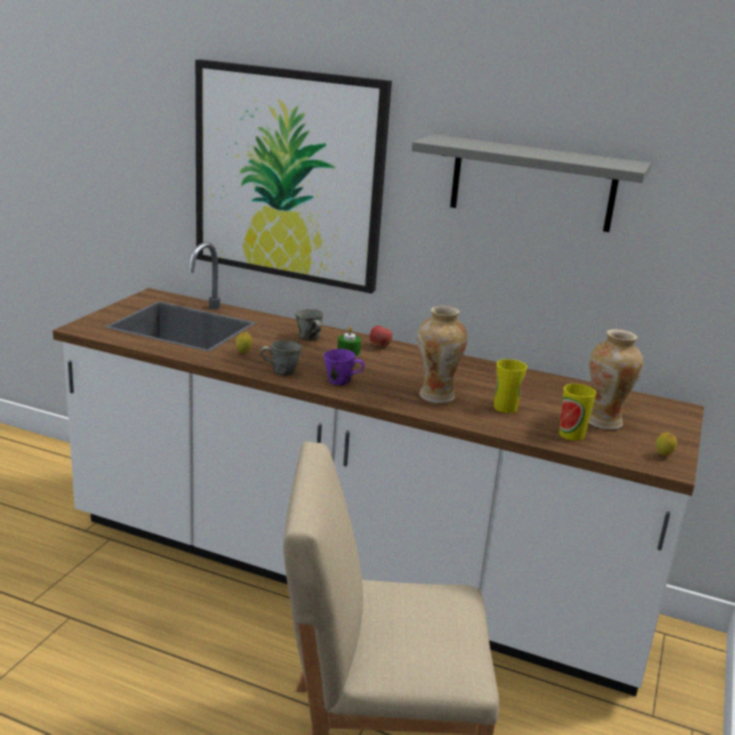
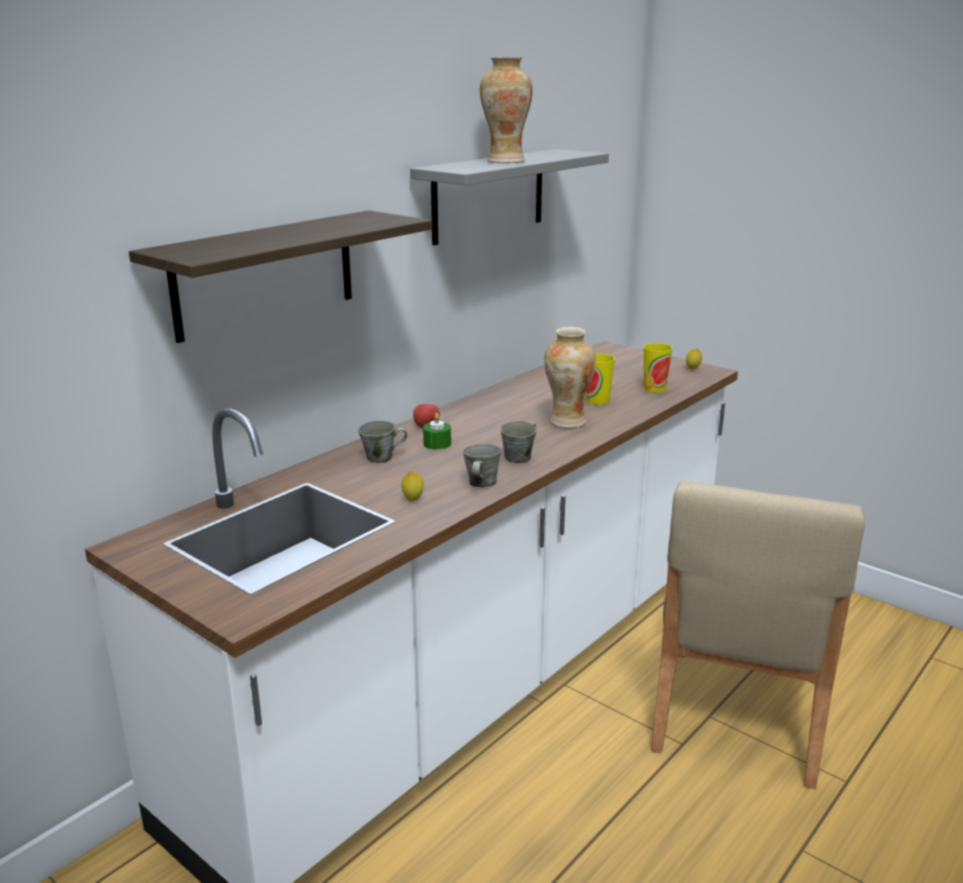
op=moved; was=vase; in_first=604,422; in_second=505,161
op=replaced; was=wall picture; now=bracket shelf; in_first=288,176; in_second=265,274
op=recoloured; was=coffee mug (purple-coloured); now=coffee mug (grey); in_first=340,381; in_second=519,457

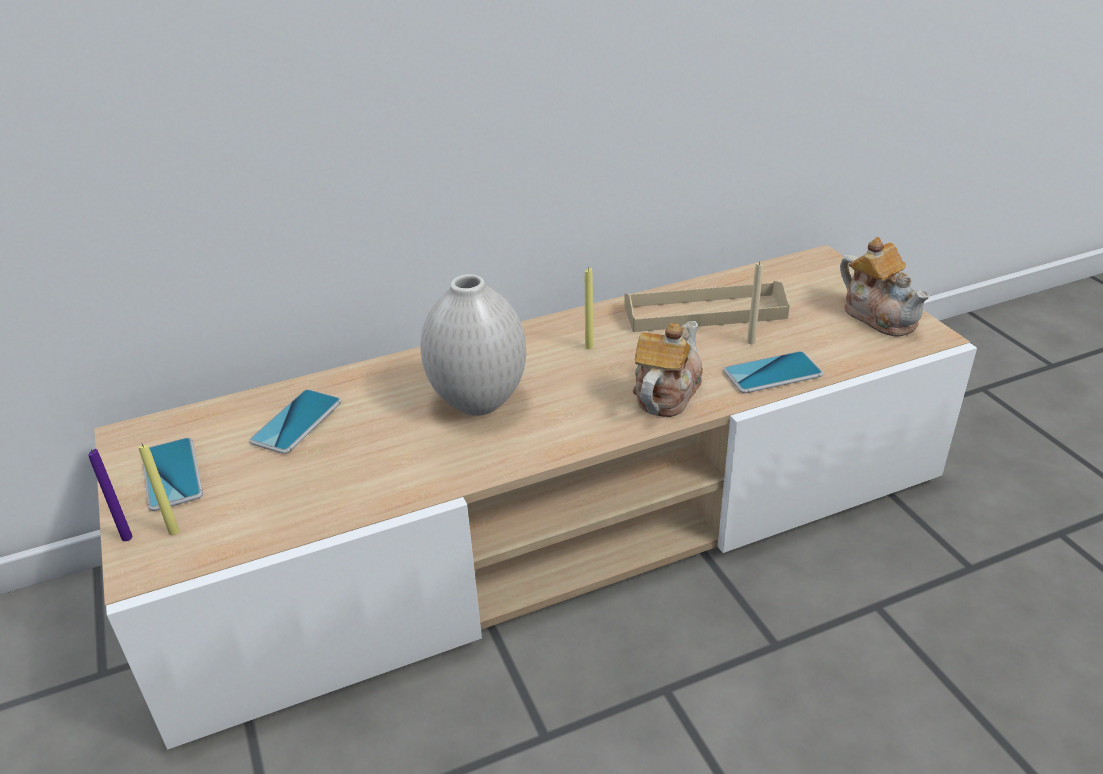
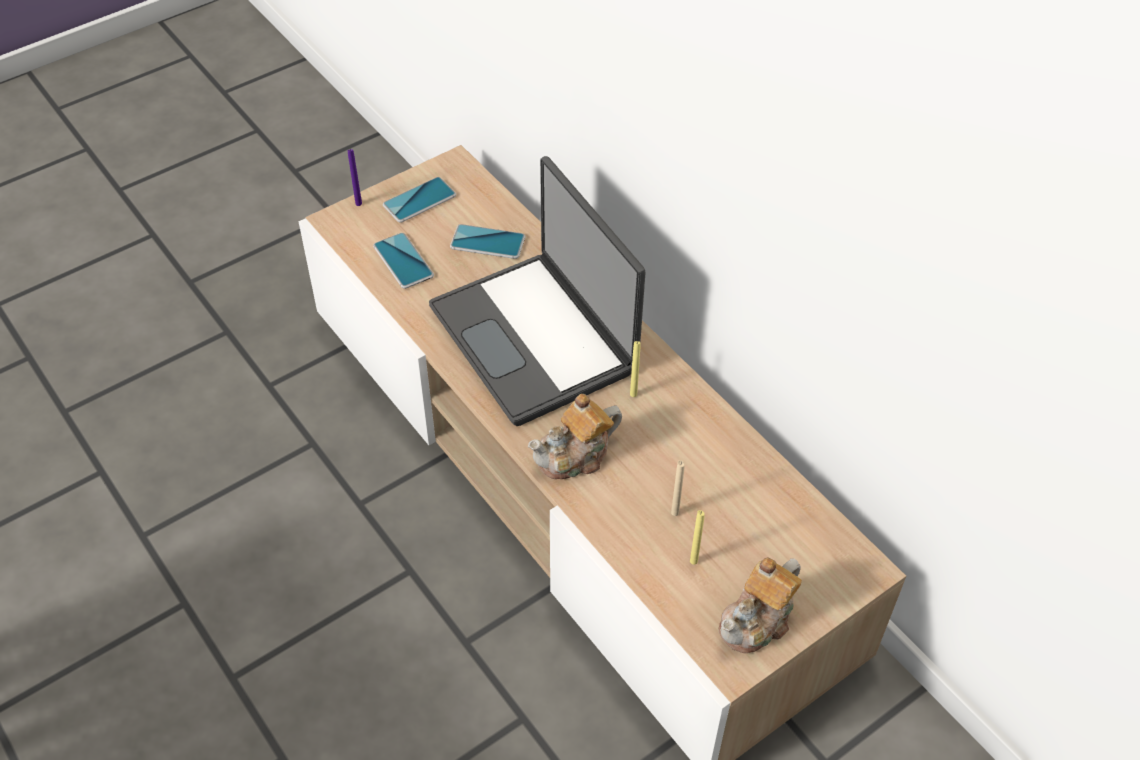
op=removed; was=carrying tray (beige-coloured); in_first=704,312
op=moved; was=candle (yellow); in_first=174,532; in_second=693,561
op=moved; was=handset; in_first=772,373; in_second=403,261
op=replaced; was=vase (white-coloured); now=portable computer; in_first=479,402; in_second=536,338
op=turned; was=pot for tea; in_first=665,393; in_second=575,456; clockwise=135

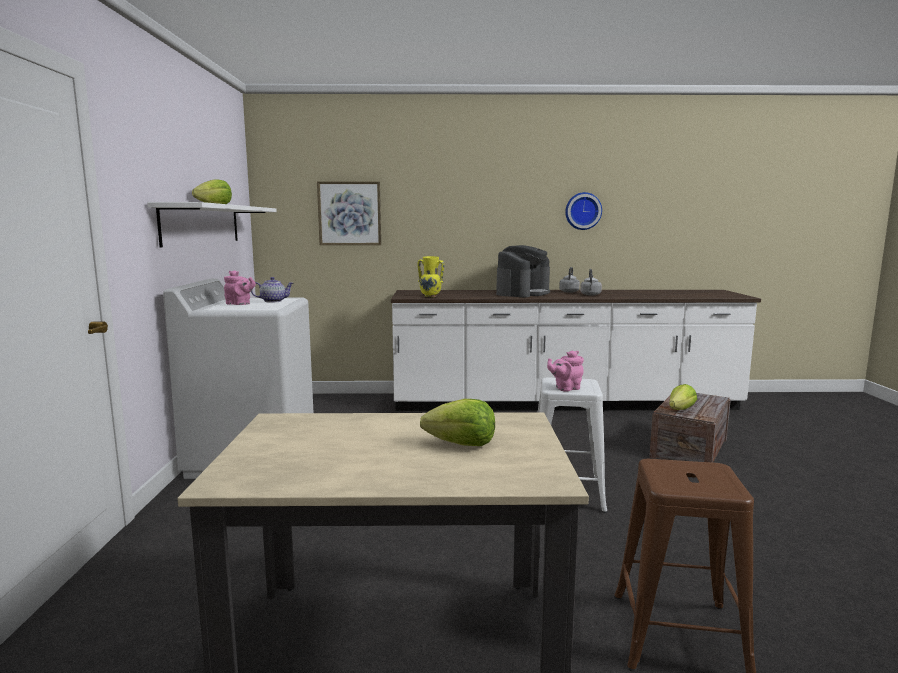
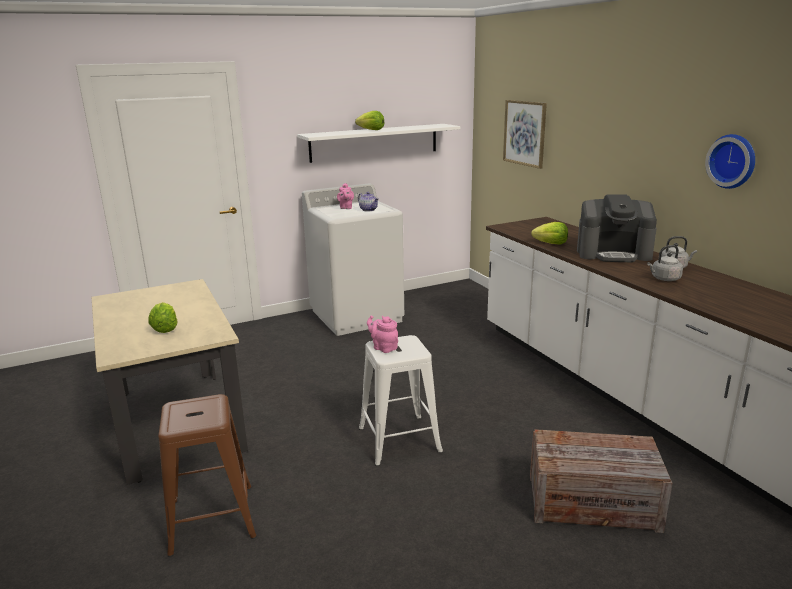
op=removed; was=vase (yellow); in_first=430,296
op=moved; was=head of lettuce; in_first=680,410; in_second=551,244

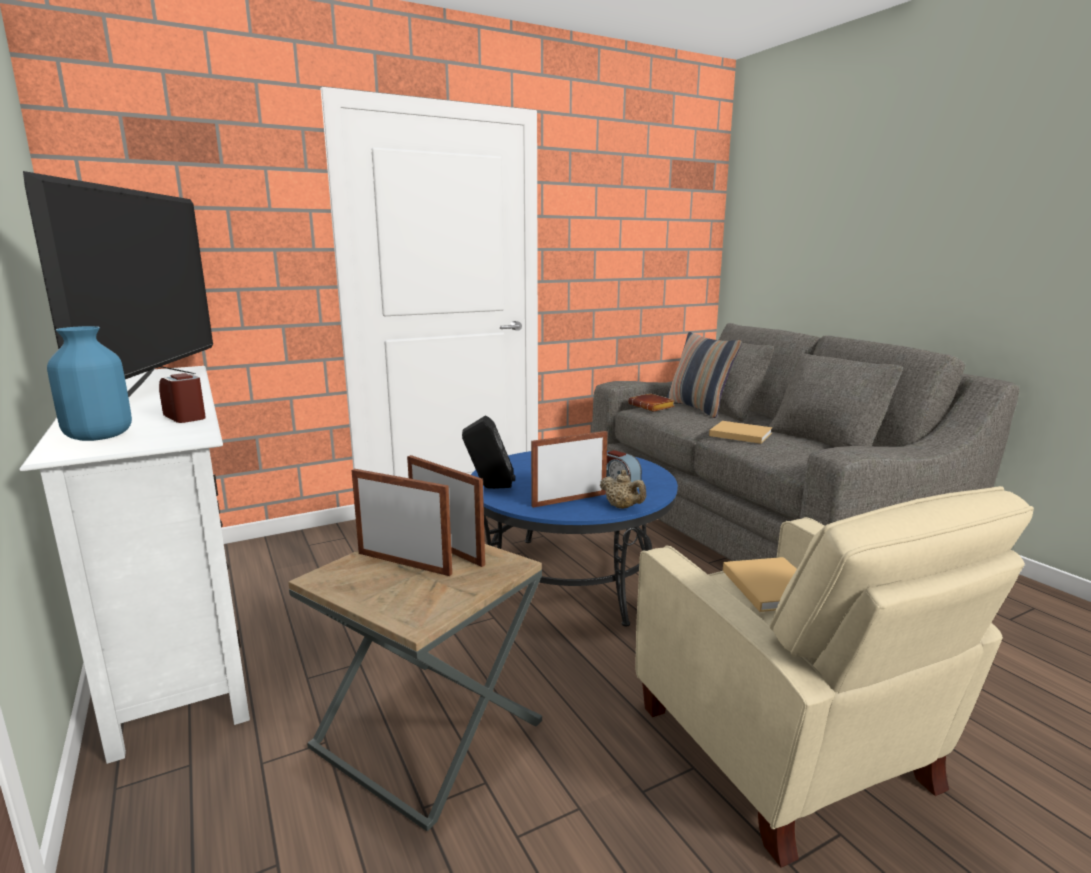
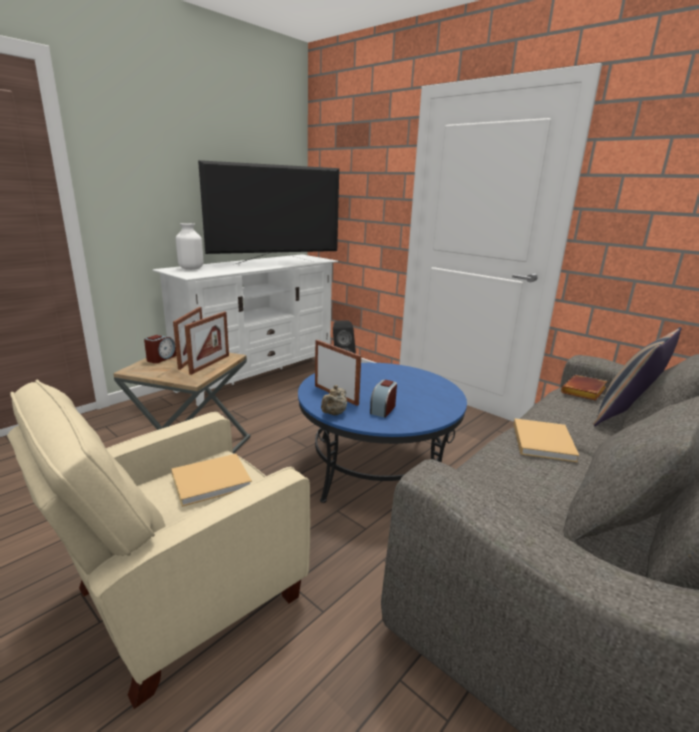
op=moved; was=alarm clock; in_first=185,417; in_second=161,358
op=recoloured; was=vase (blue); now=vase (white-coloured); in_first=100,436; in_second=191,268

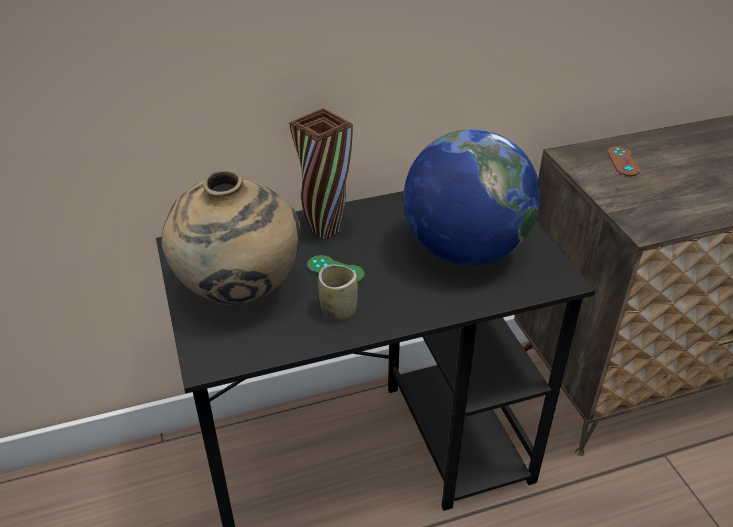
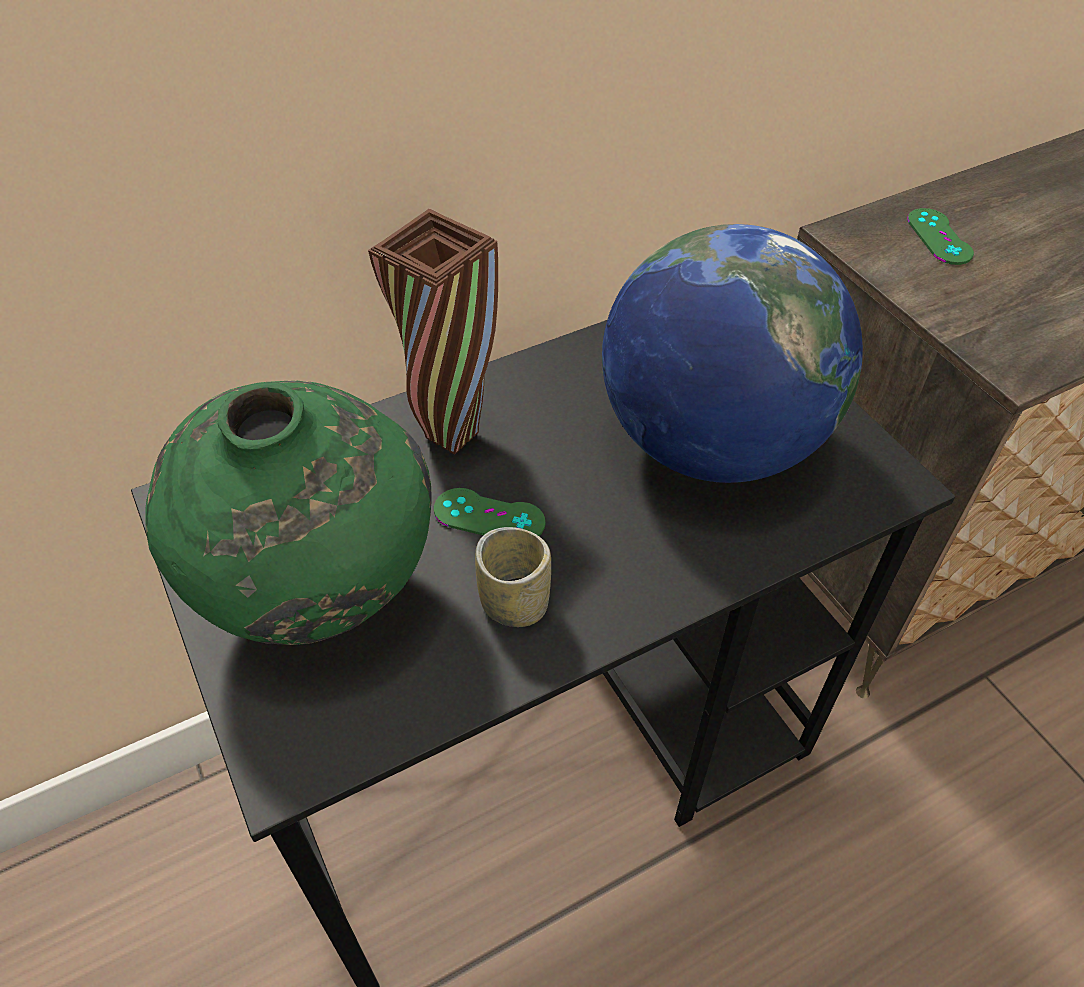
op=recoloured; was=vase (beige-coloured); now=vase (greenish); in_first=241,293; in_second=321,594
op=recoloured; was=joypad (brown-coloured); now=joypad (greenish); in_first=623,161; in_second=939,237

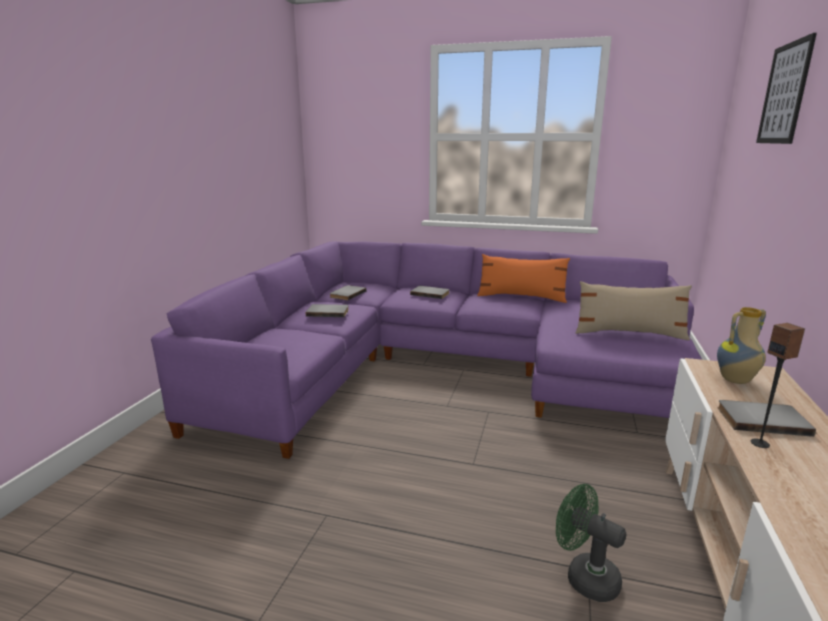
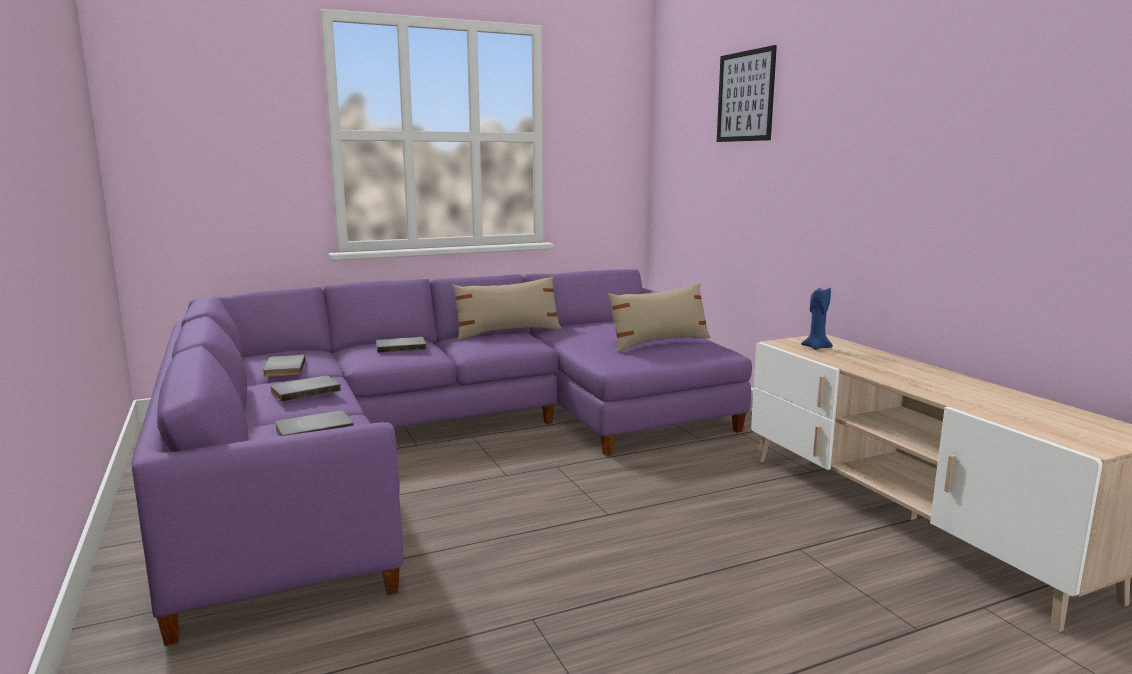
op=removed; was=electric fan (greenish); in_first=584,576
op=removed; was=speaker; in_first=760,443
op=moved; was=bound book (grey); in_first=761,419; in_second=313,429
op=replaced; was=vase; now=candle (blue); in_first=736,380; in_second=816,347
op=recoloured; was=cushion (orange-coloured); now=cushion (beige-coloured); in_first=521,297; in_second=508,332

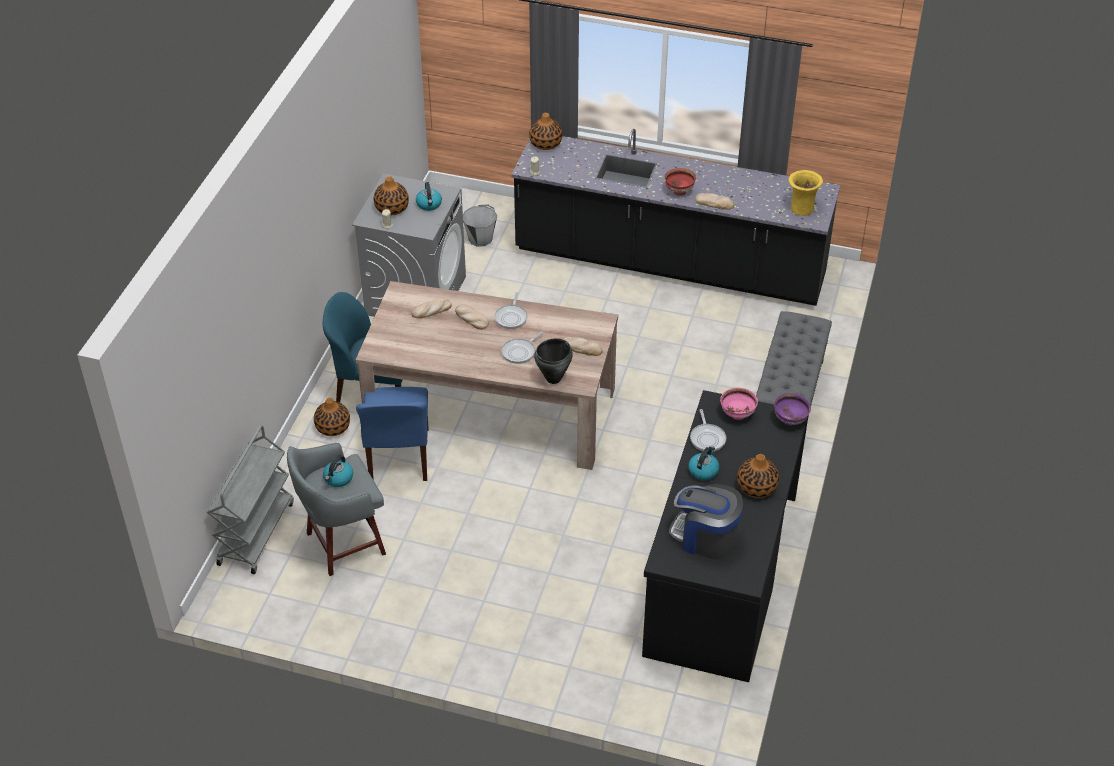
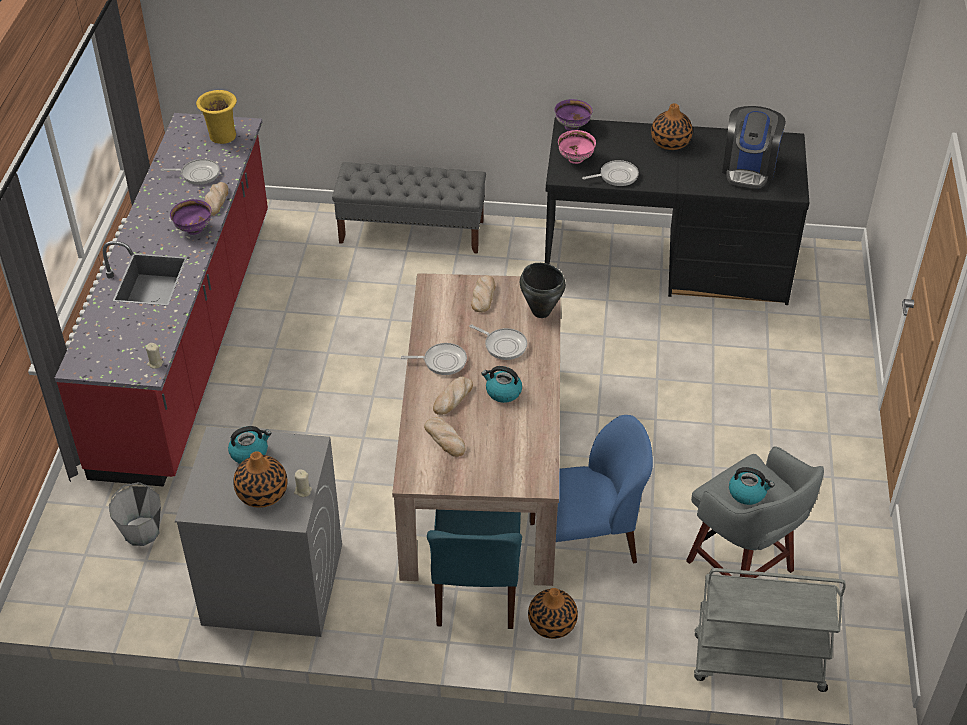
op=removed; was=vase; in_first=545,143
op=added; now=frying pan; in_second=198,174
op=moved; was=water kettle; in_first=703,470; in_second=503,392
op=recoloured; was=kitchen counter (black-coloured); now=kitchen counter (red); in_first=670,263; in_second=188,338
op=recoloured; was=bowl (red); now=bowl (purple-coloured); in_first=679,191; in_second=194,230

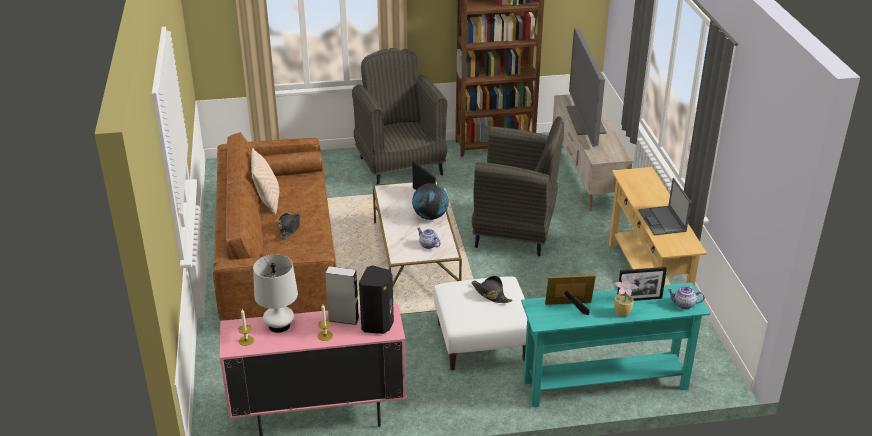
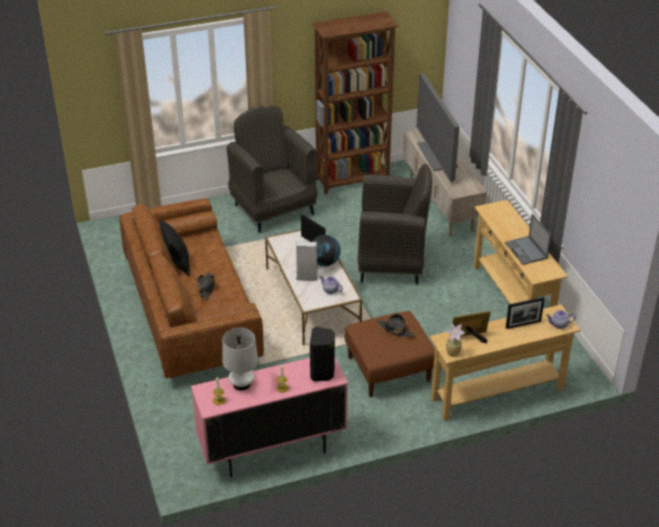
op=moved; was=speaker (grey); in_first=343,319; in_second=307,277
op=moved; was=houseplant; in_first=623,313; in_second=453,353
op=recoloured; was=cushion (beige-coloured); now=cushion (black-coloured); in_first=267,201; in_second=177,263
op=recoloured; was=ottoman (white-coloured); now=ottoman (brown-coloured); in_first=481,342; in_second=388,369
op=recoloured; was=narrow table (turquoise); now=narrow table (beige-coloured); in_first=605,385; in_second=497,394

